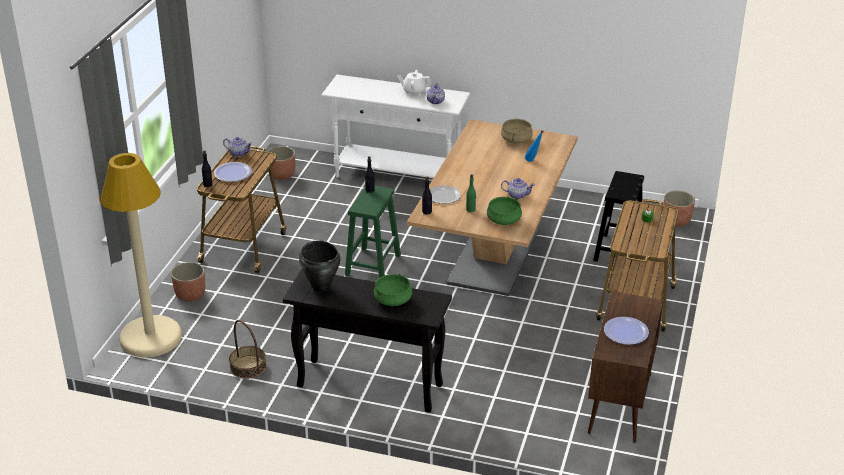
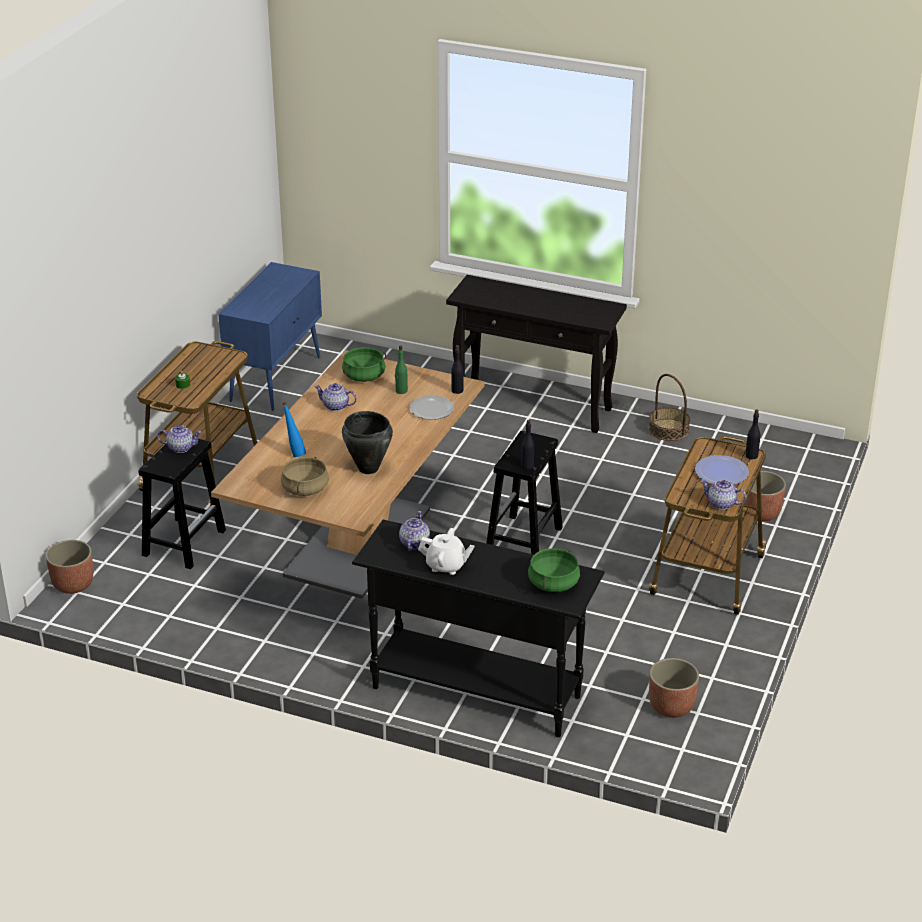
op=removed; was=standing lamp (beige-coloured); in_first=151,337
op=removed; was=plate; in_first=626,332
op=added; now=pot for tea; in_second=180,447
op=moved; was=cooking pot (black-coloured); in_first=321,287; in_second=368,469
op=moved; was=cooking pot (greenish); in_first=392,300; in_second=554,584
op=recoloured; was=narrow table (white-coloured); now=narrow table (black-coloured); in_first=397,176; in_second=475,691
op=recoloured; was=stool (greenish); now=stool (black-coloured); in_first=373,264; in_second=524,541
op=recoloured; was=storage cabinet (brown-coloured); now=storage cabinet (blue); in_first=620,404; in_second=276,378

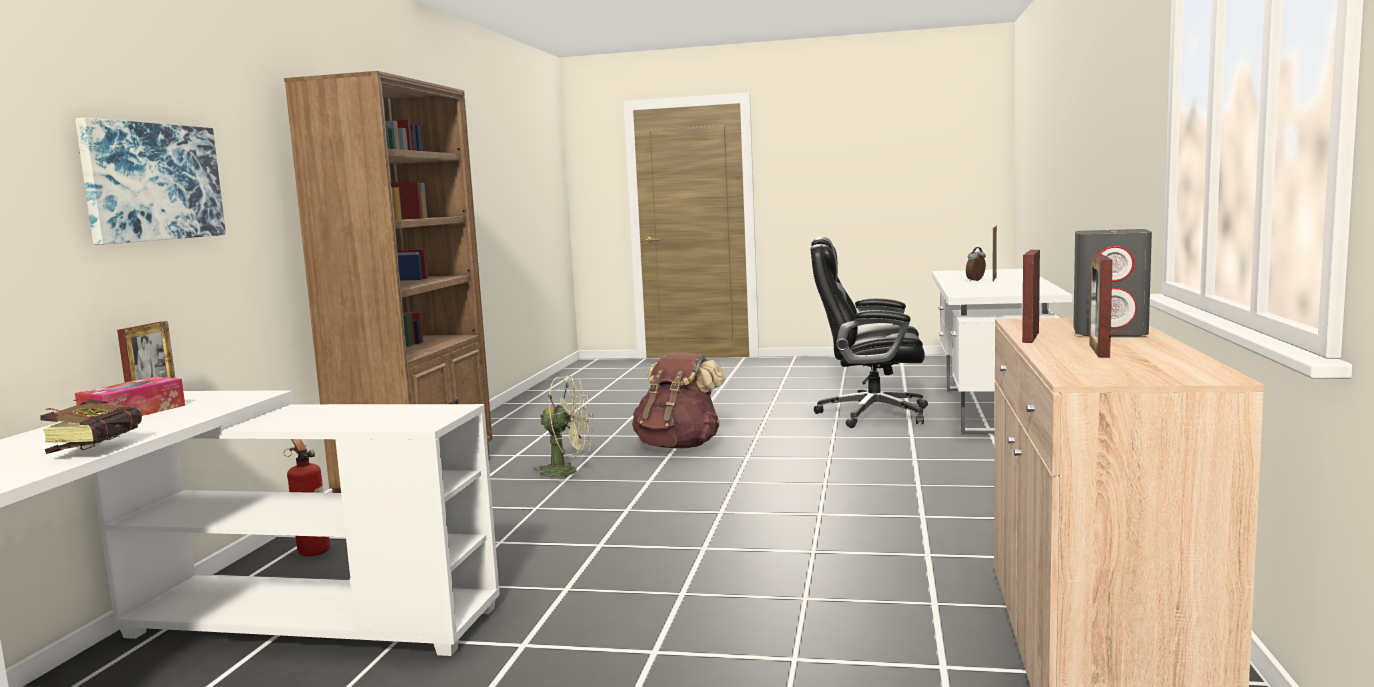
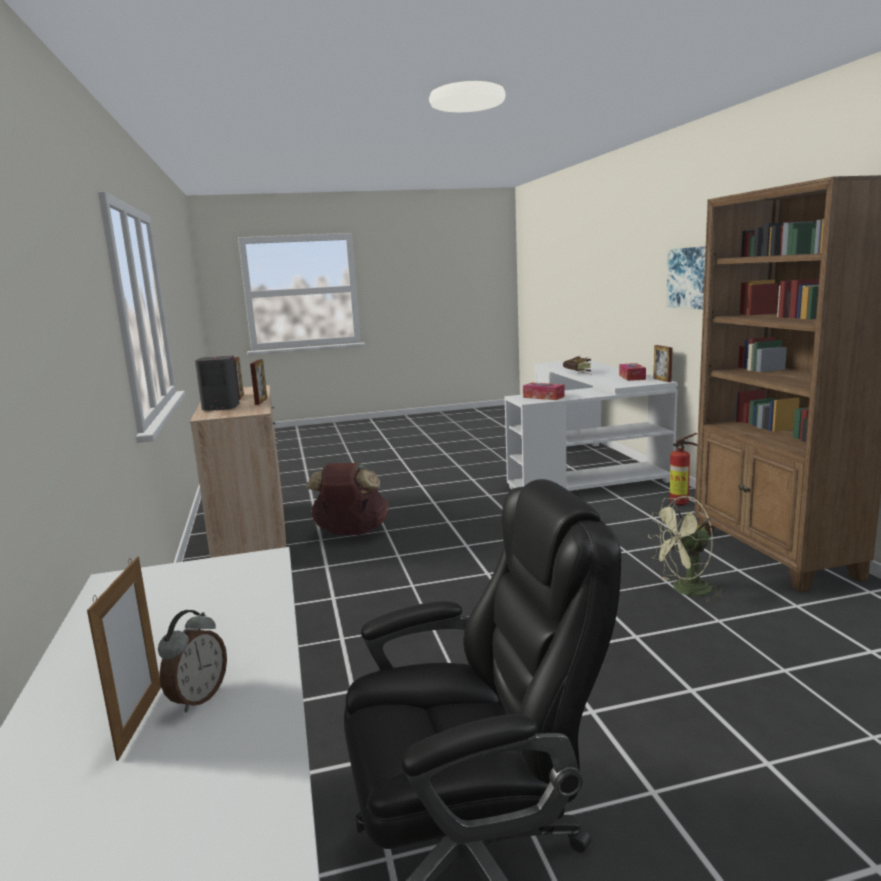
op=added; now=tissue holder; in_second=543,397
op=moved; was=backpack (brown-coloured); in_first=679,446; in_second=351,533

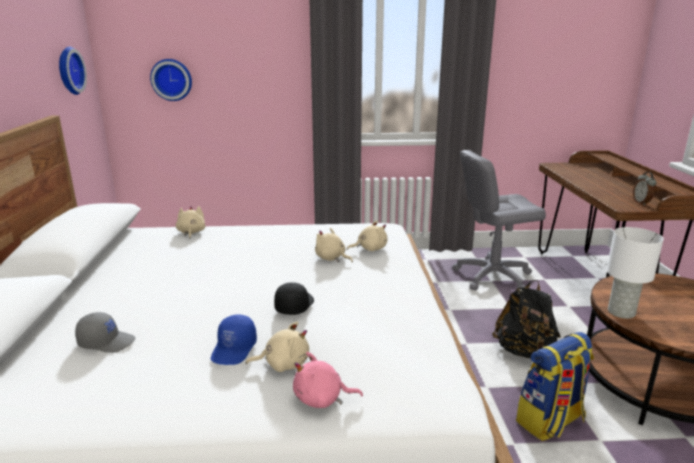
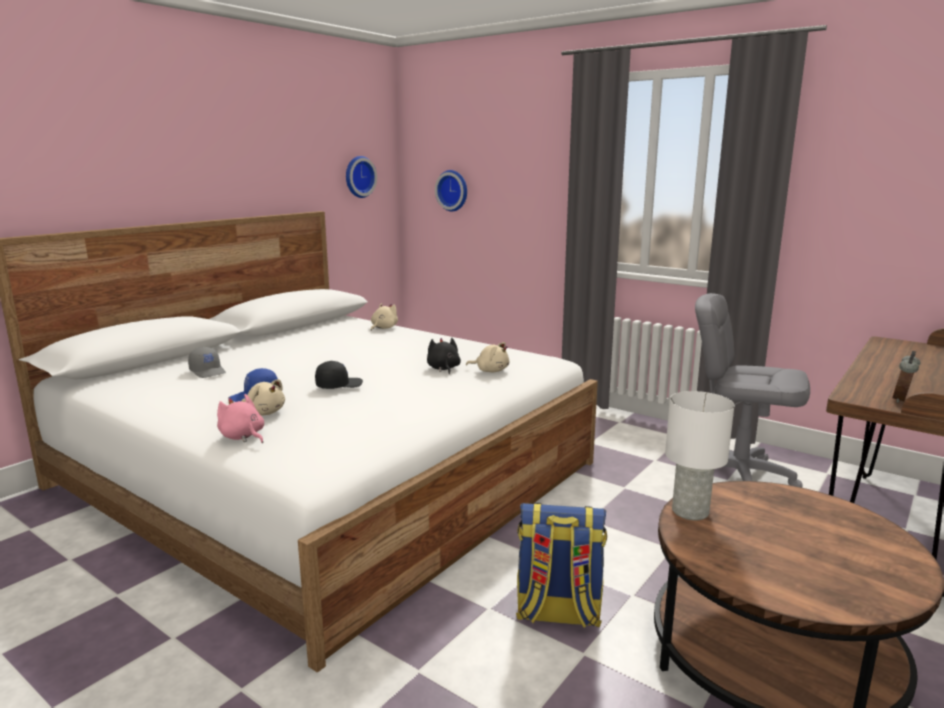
op=removed; was=backpack (black-coloured); in_first=524,352
op=recoloured; was=plush toy (beige-coloured); now=plush toy (black-coloured); in_first=331,258; in_second=443,369

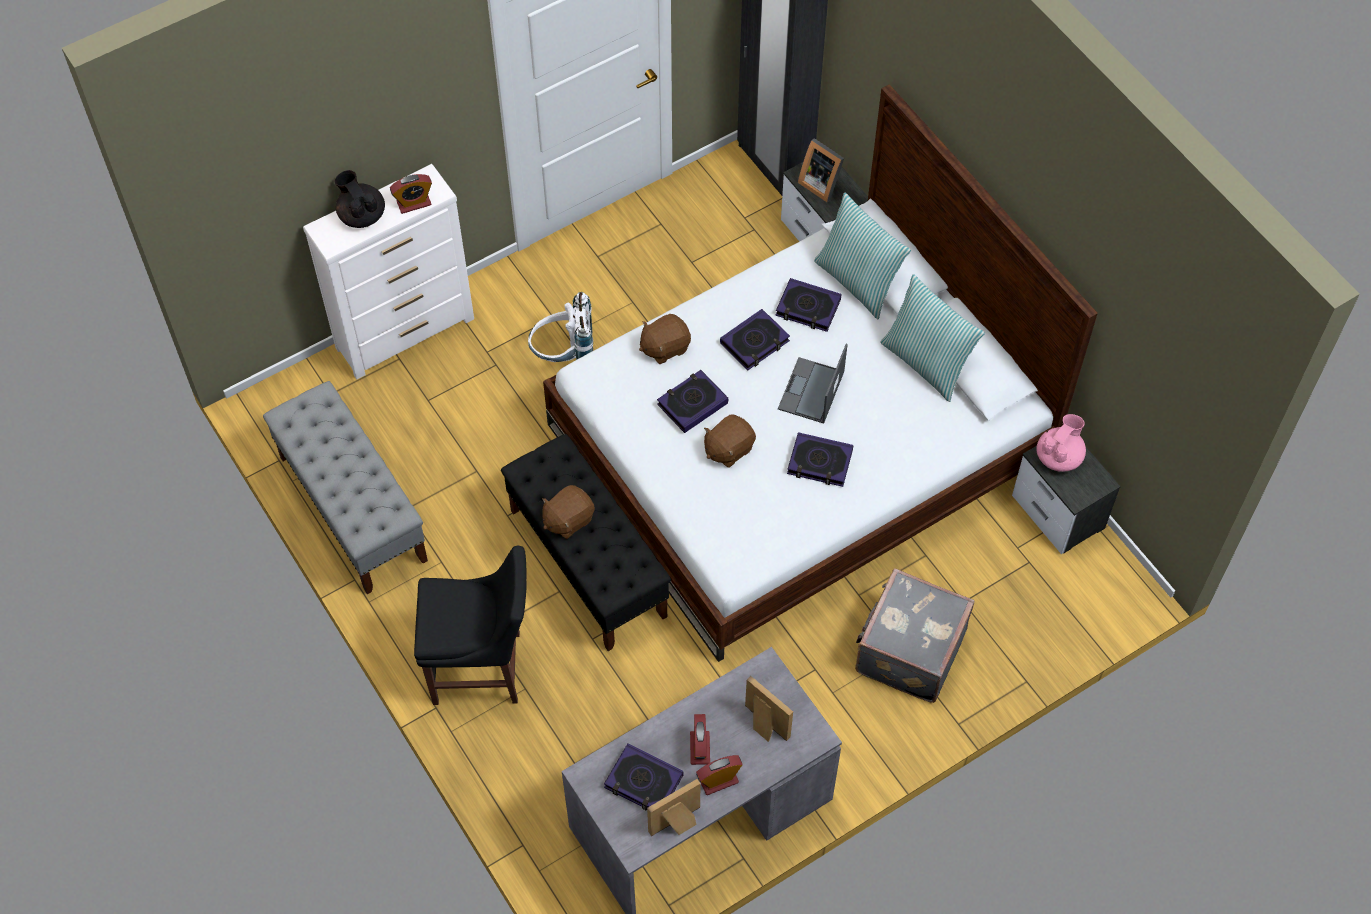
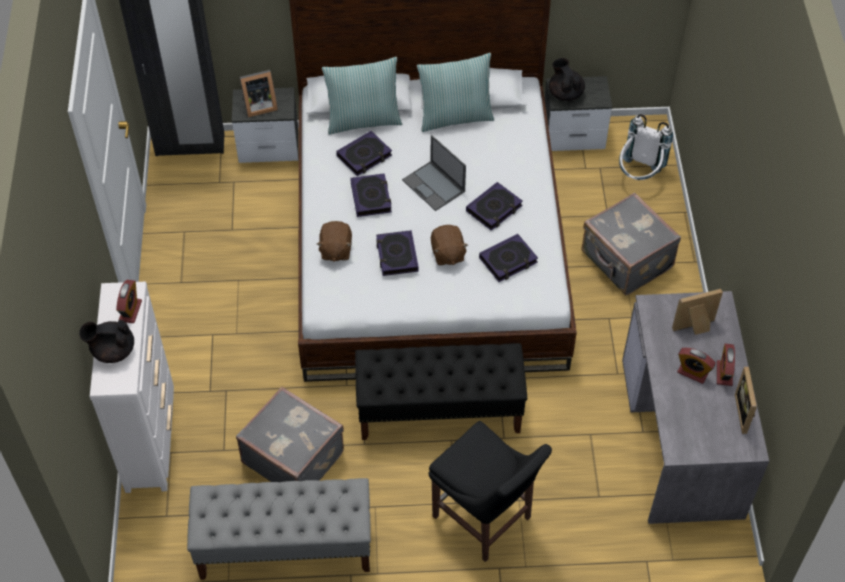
op=removed; was=plush toy (brown-coloured); in_first=568,519
op=added; now=travel case (grey); in_second=294,456
op=moved; was=backpack (white-coloured); in_first=564,357; in_second=638,175
op=moved; was=bound book; in_first=643,782; in_second=508,260
op=recoloured; was=pot for tea (pink); now=pot for tea (black-coloured); in_first=1059,457; in_second=565,93
op=turned; was=plain chair (black-coloured); in_first=482,668; in_second=485,520; clockwise=105

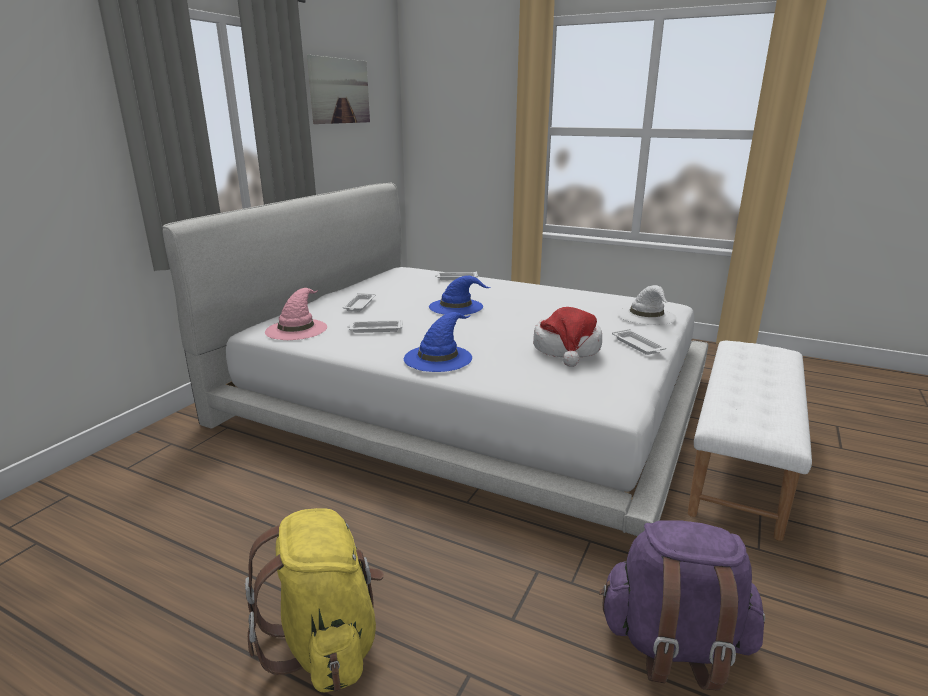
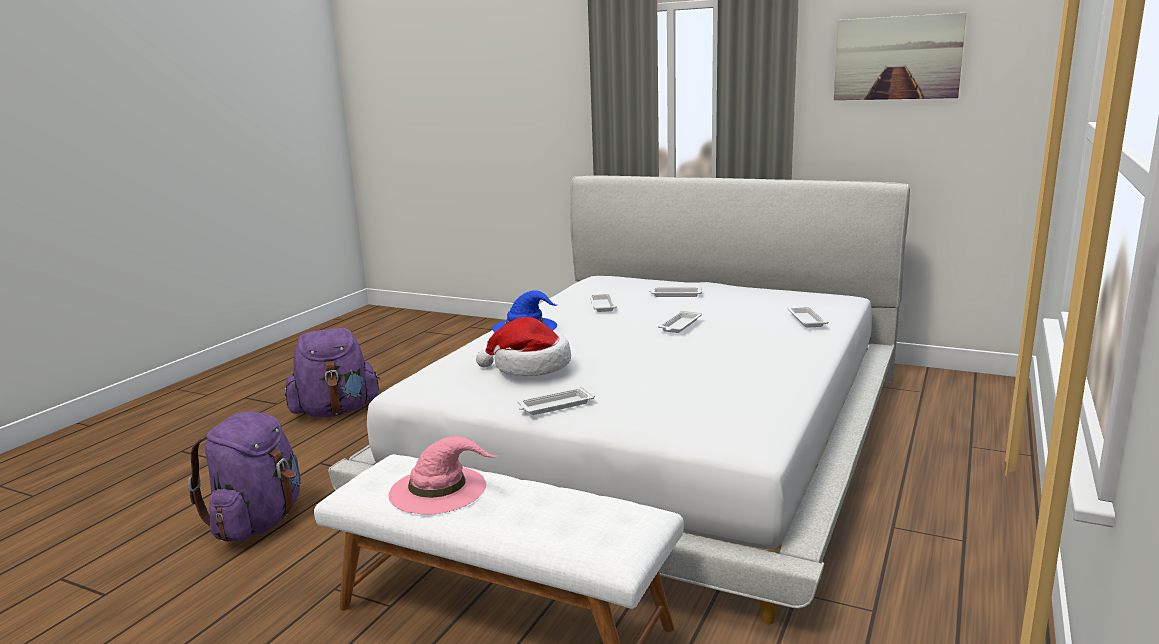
op=removed; was=hat (white-coloured); in_first=647,316
op=moved; was=hat (pink); in_first=296,329; in_second=439,489
op=replaced; was=hat (blue); now=carrying tray (white-coloured); in_first=457,306; in_second=679,325
op=recoloured; was=backpack (yellow); now=backpack (purple-coloured); in_first=326,641; in_second=336,411

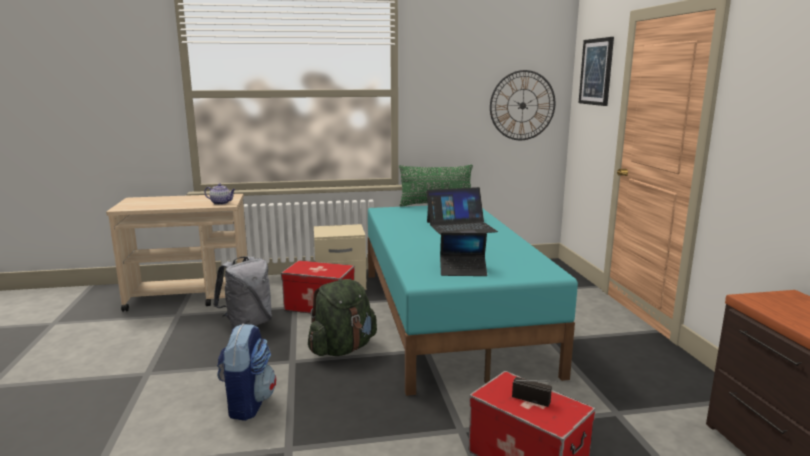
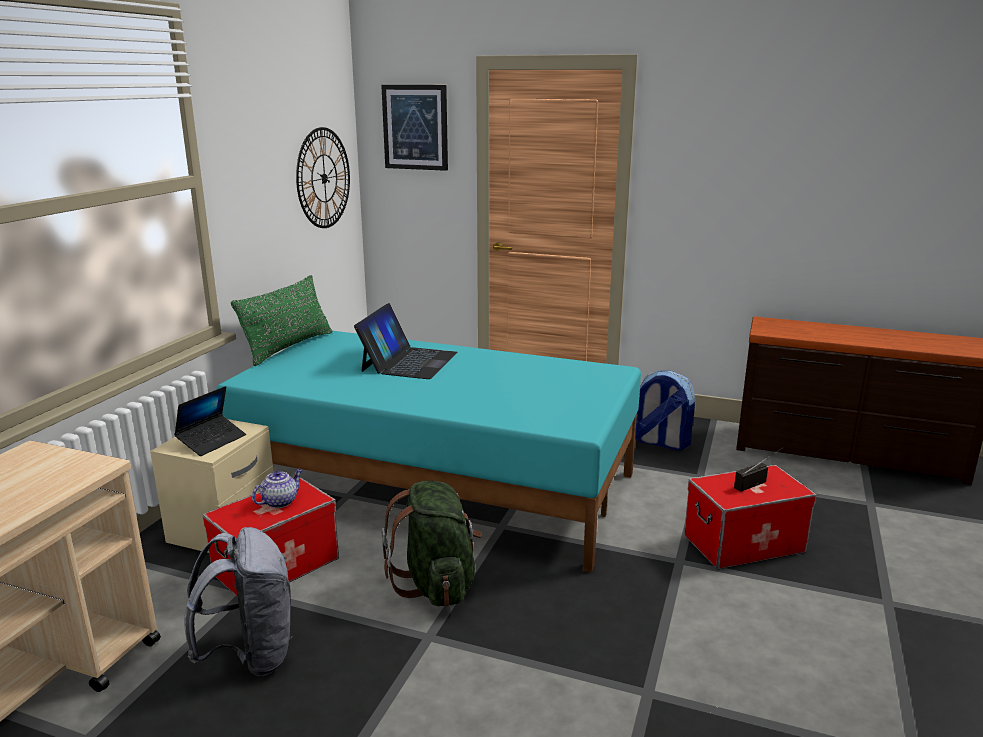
op=moved; was=pot for tea; in_first=221,203; in_second=280,501
op=moved; was=backpack; in_first=247,403; in_second=660,442
op=moved; was=portable computer; in_first=463,271; in_second=212,441

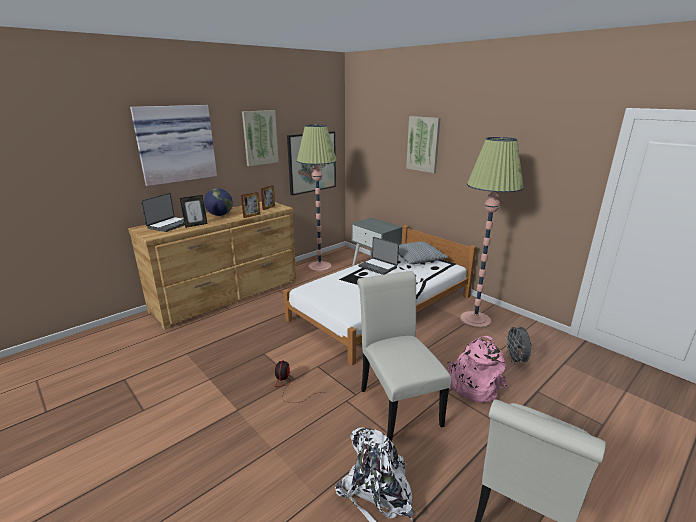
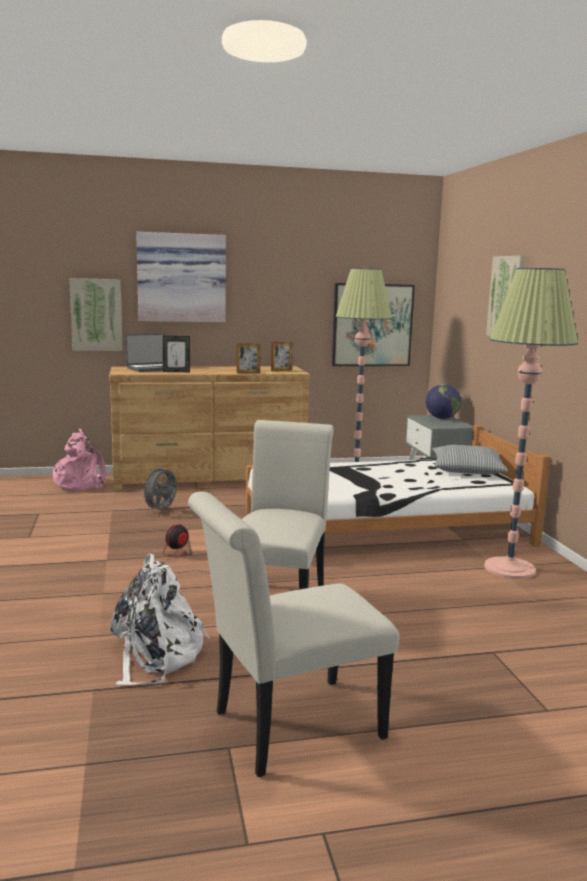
op=removed; was=portable computer; in_first=378,266
op=moved; was=desk globe; in_first=220,215; in_second=441,418
op=moved; was=wall picture; in_first=260,138; in_second=96,315
op=moved; was=backpack (pink); in_first=473,385; in_second=81,484
op=moved; was=electric fan (grey); in_first=515,360; in_second=161,511

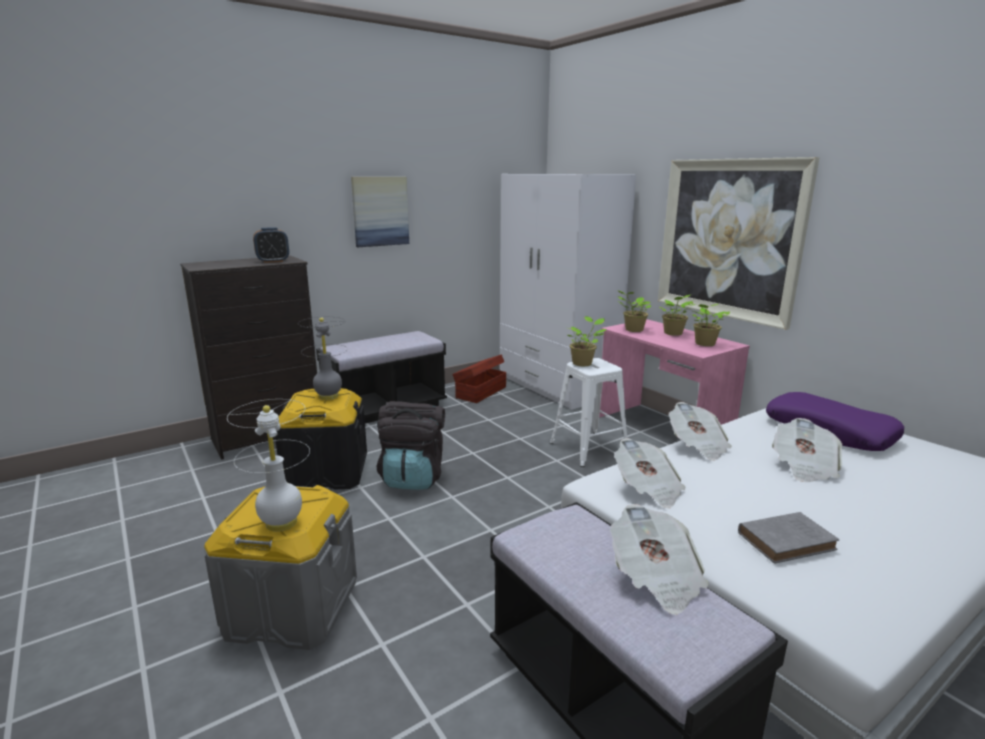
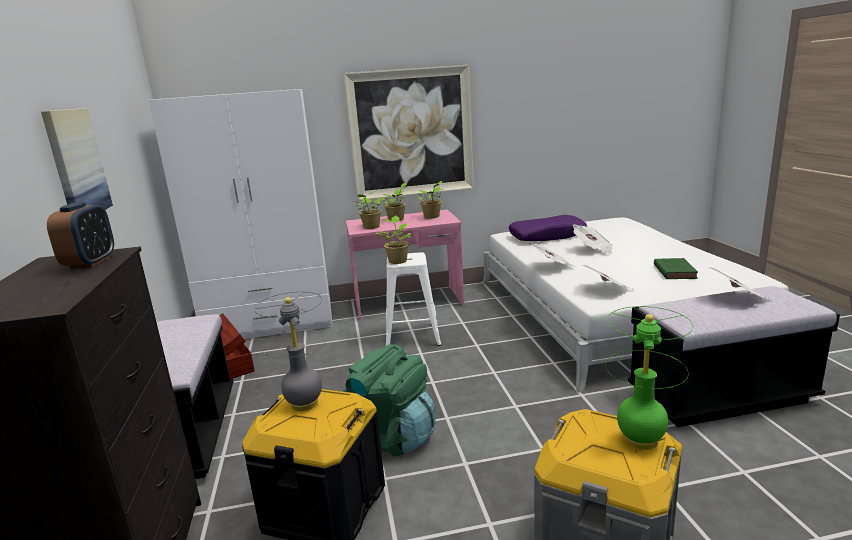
op=recoloured; was=lamp for a table (white-coloured); now=lamp for a table (greenish); in_first=281,523; in_second=641,440
op=recoloured; was=backpack (black-coloured); now=backpack (greenish); in_first=413,477; in_second=391,437
op=recoloured; was=bound book (grey); now=bound book (greenish); in_first=788,541; in_second=674,271

